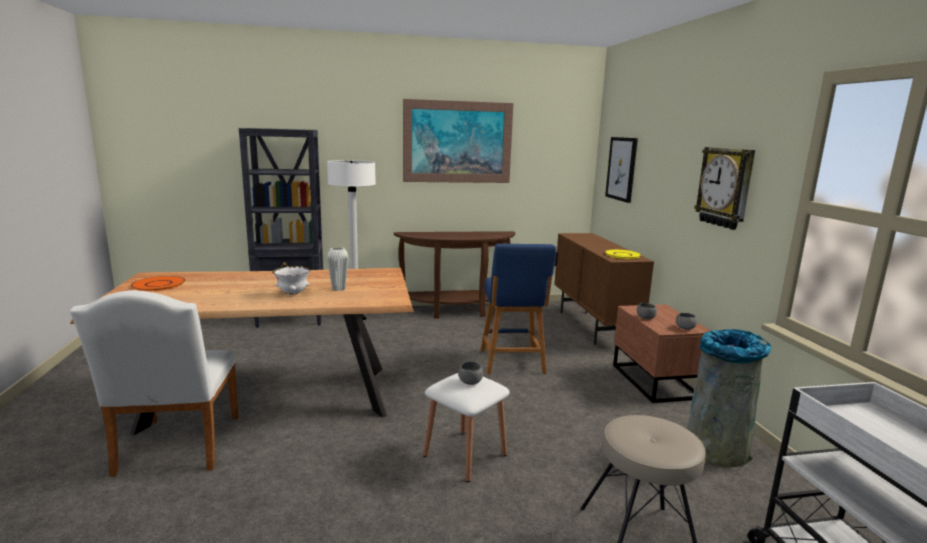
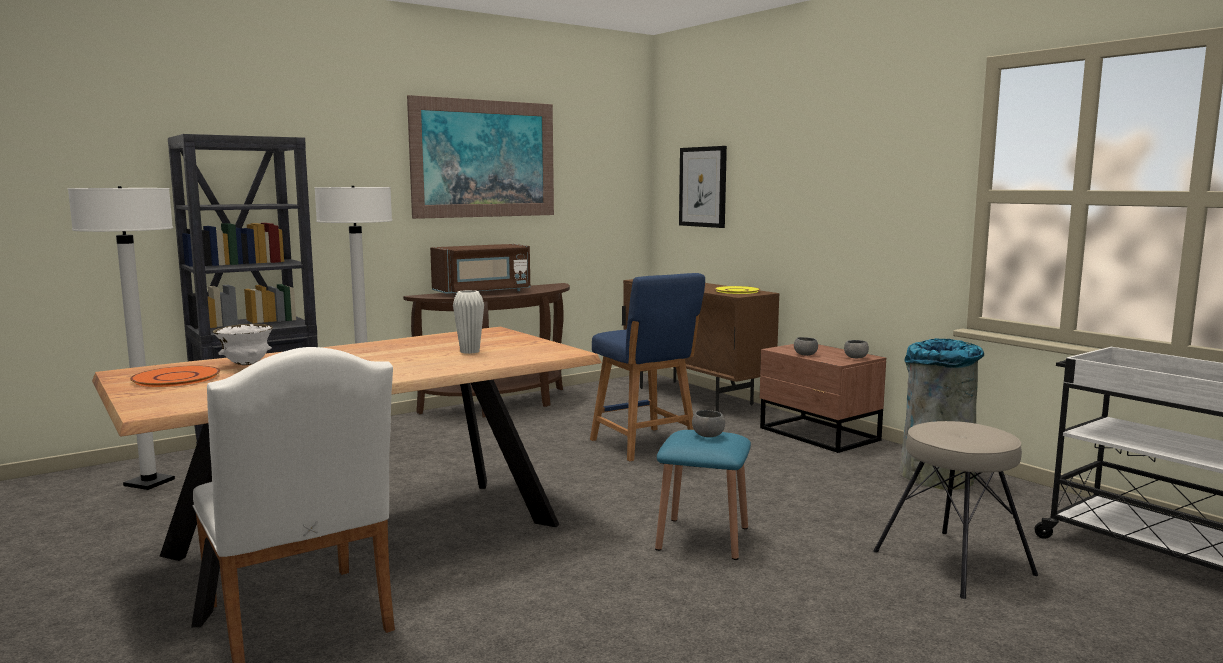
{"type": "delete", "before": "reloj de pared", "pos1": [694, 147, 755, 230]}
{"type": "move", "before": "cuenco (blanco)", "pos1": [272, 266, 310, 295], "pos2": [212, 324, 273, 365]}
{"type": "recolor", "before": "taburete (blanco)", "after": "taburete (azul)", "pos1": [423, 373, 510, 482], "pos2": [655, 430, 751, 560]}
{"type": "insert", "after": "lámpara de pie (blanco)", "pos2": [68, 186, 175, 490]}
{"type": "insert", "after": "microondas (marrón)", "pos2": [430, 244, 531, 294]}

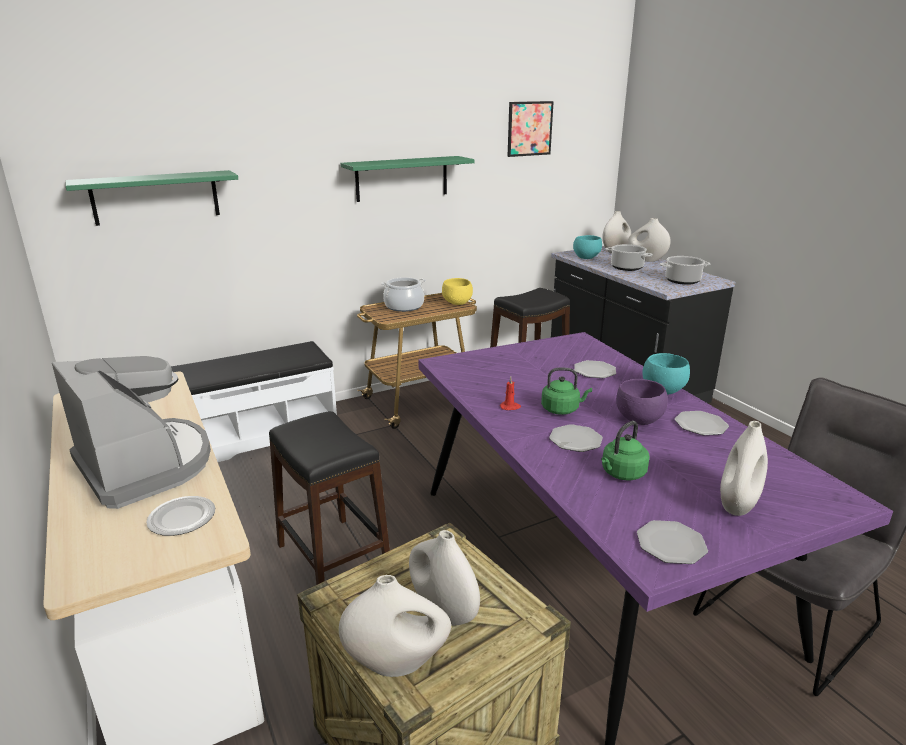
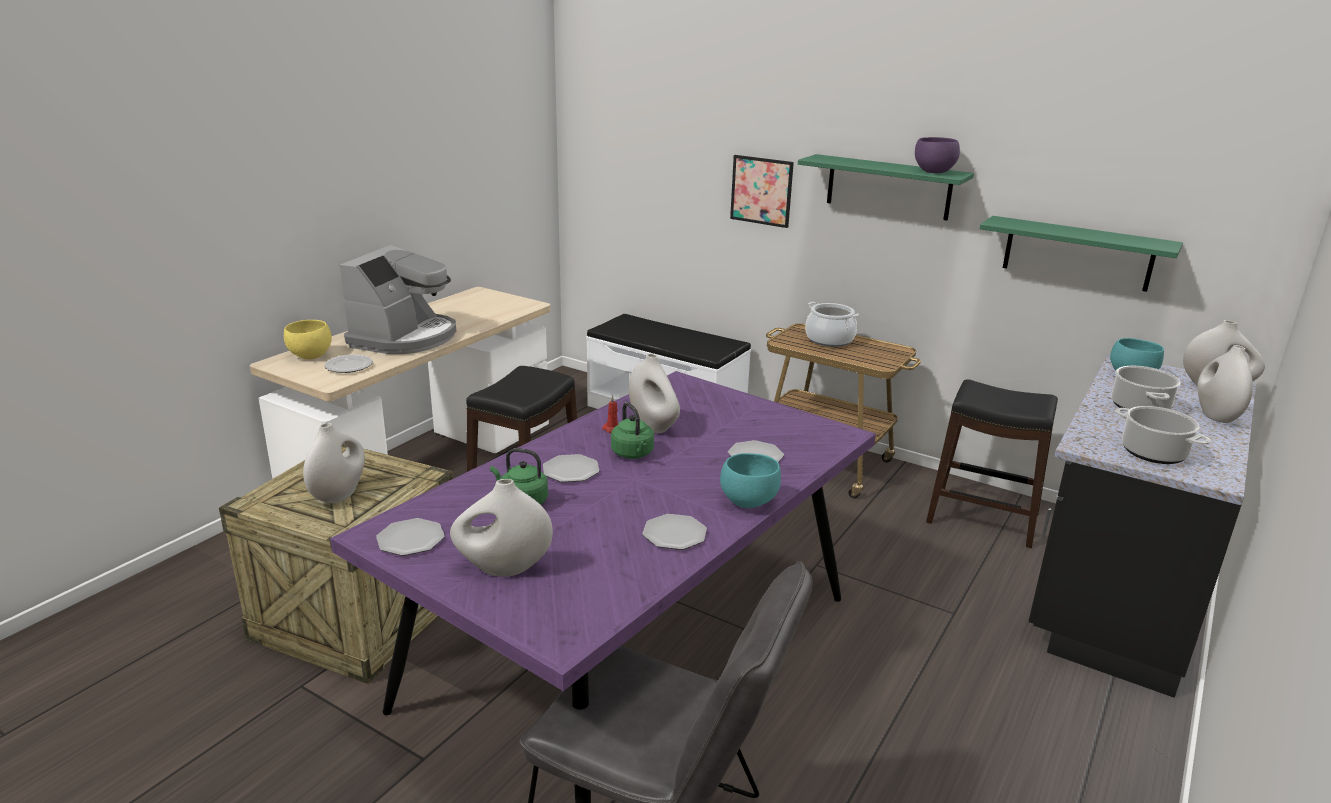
{"type": "move", "before": "cuadro", "pos1": [507, 101, 554, 157], "pos2": [730, 155, 794, 228]}
{"type": "move", "before": "estante (verde)", "pos1": [66, 170, 238, 226], "pos2": [980, 216, 1183, 292]}
{"type": "move", "before": "cuenco (amarillo)", "pos1": [442, 278, 473, 305], "pos2": [284, 320, 332, 359]}
{"type": "move", "before": "cuenco (morado)", "pos1": [616, 379, 668, 425], "pos2": [915, 137, 960, 173]}
{"type": "move", "before": "florero (blanco)", "pos1": [339, 575, 451, 677], "pos2": [629, 353, 680, 433]}

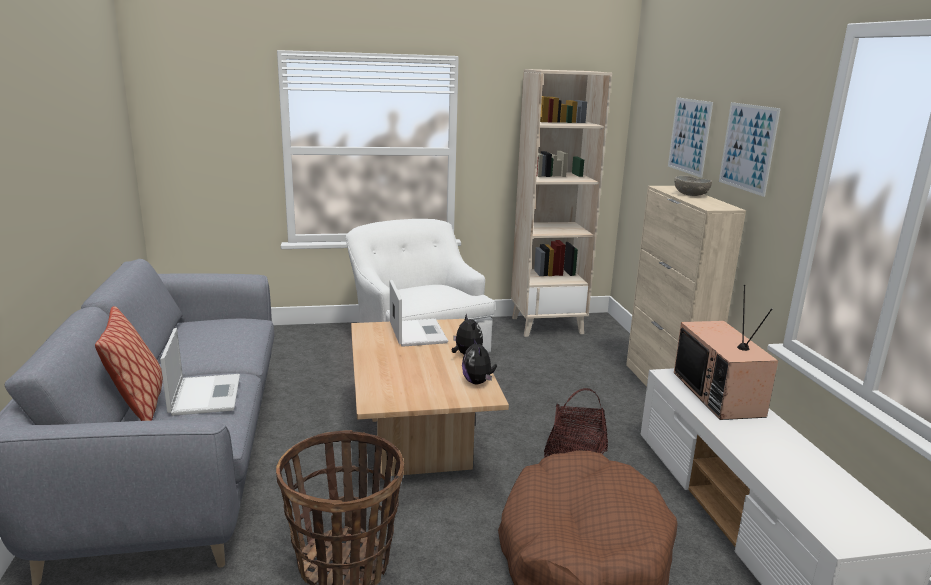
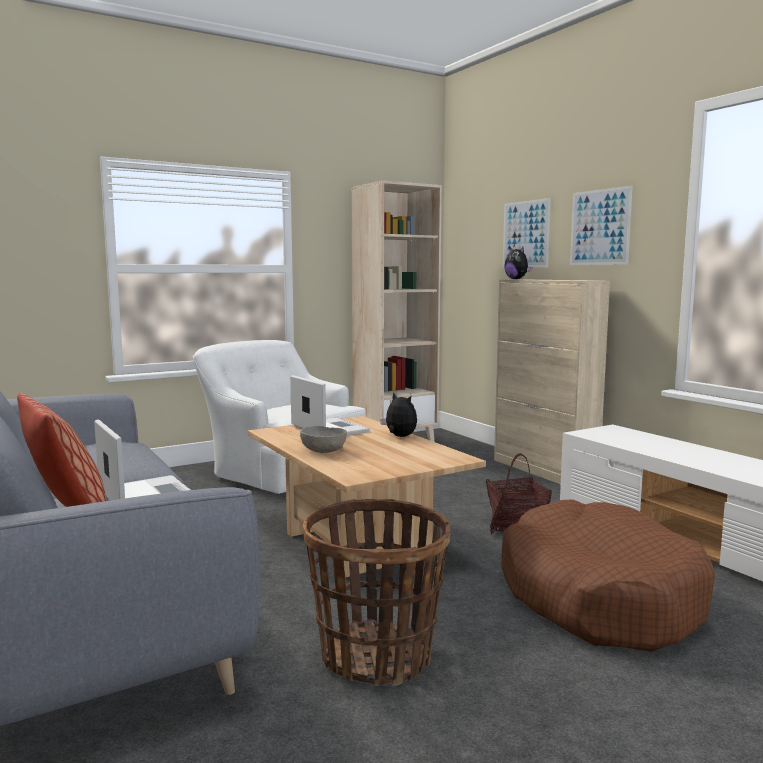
{"type": "move", "before": "cuenco (gris)", "pos1": [674, 176, 712, 196], "pos2": [300, 425, 347, 453]}
{"type": "delete", "before": "televisor", "pos1": [674, 285, 778, 420]}
{"type": "move", "before": "peluche", "pos1": [462, 337, 497, 384], "pos2": [504, 247, 532, 279]}

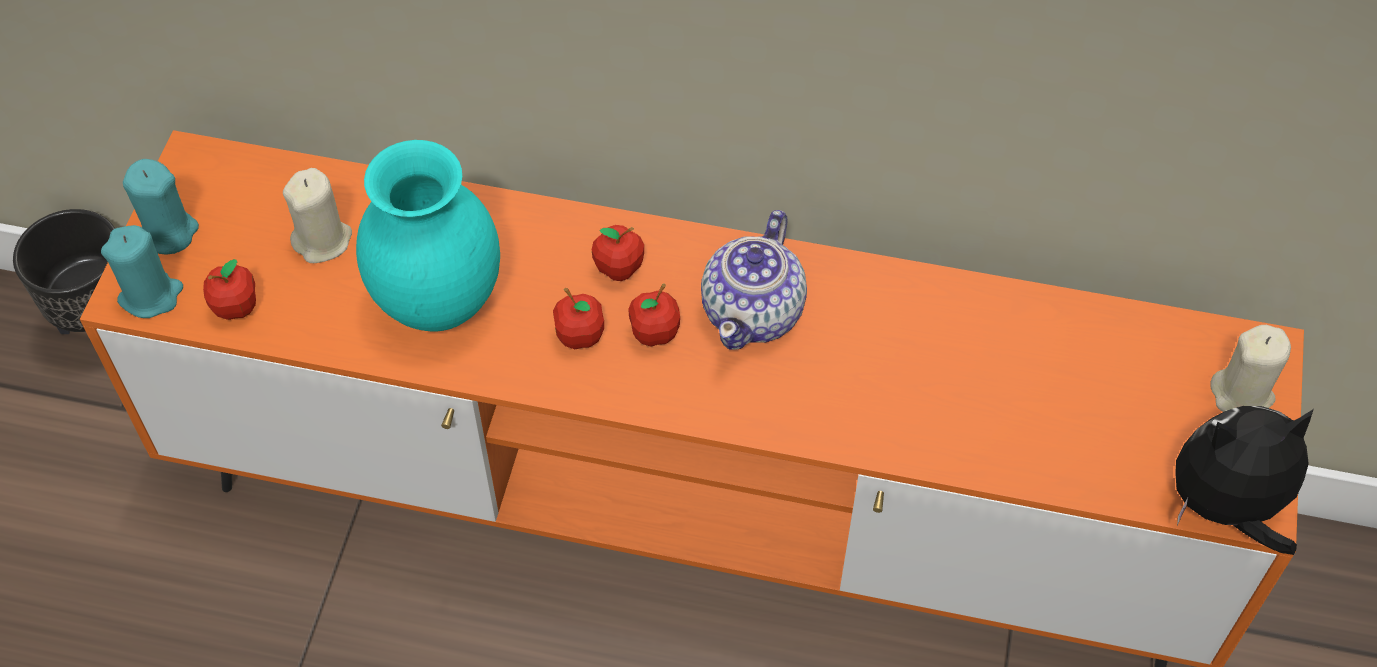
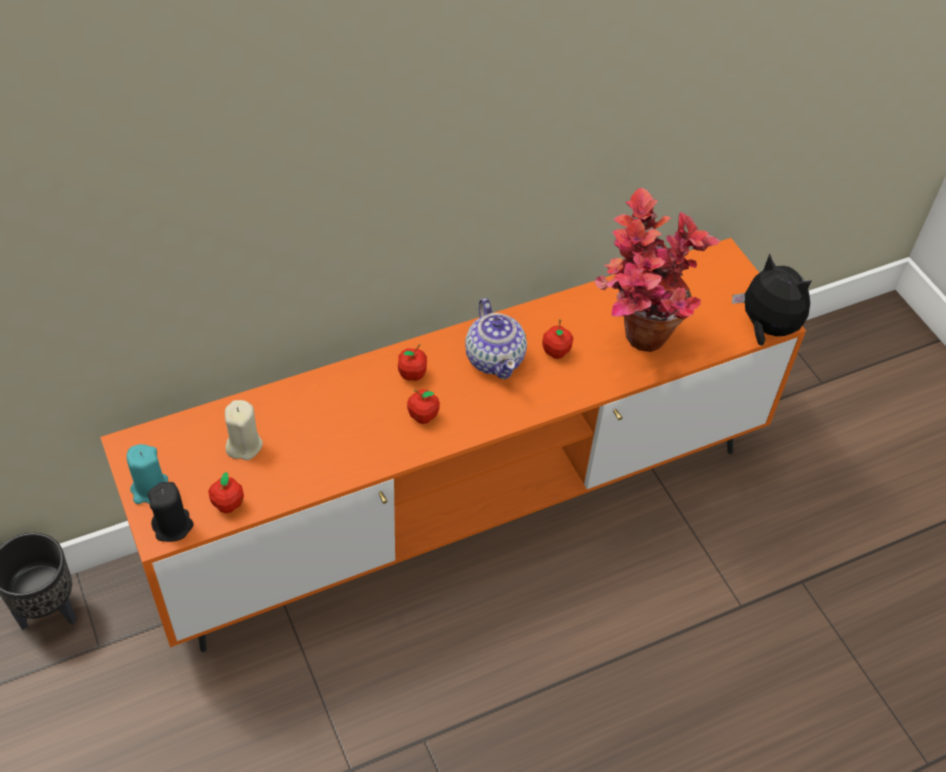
{"type": "delete", "before": "florero (turquesa)", "pos1": [356, 140, 500, 332]}
{"type": "recolor", "before": "vela (turquesa)", "after": "vela (negro)", "pos1": [101, 225, 183, 318], "pos2": [148, 482, 194, 542]}
{"type": "move", "before": "manzana", "pos1": [628, 284, 680, 347], "pos2": [542, 319, 573, 359]}
{"type": "delete", "before": "vela (beis)", "pos1": [1210, 325, 1291, 412]}
{"type": "rotate", "before": "peluche", "pos1": [1175, 406, 1313, 555], "pos2": [732, 254, 812, 346], "turn": 90}
{"type": "insert", "after": "planta en maceta", "pos2": [595, 188, 720, 352]}

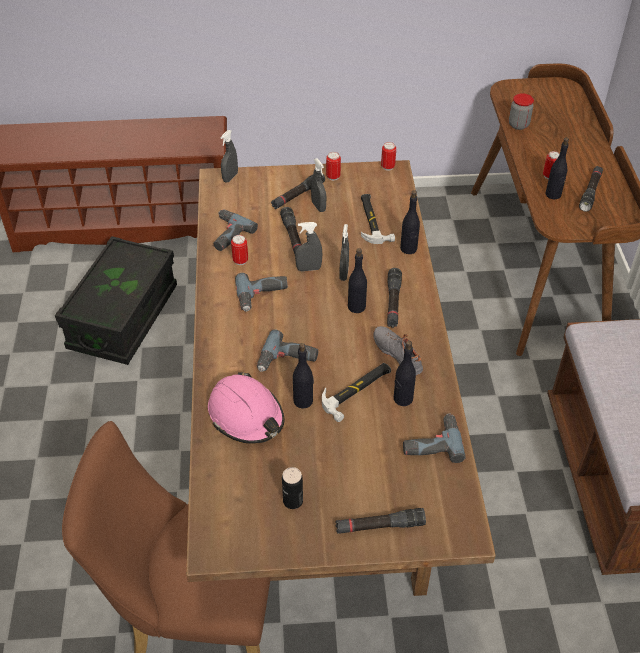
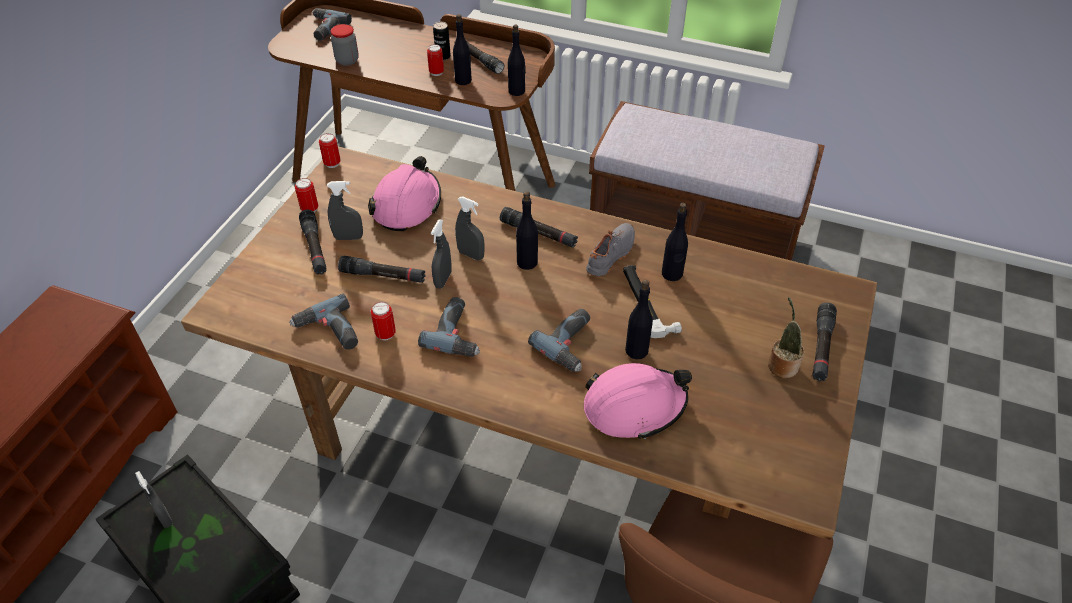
{"type": "move", "before": "pulverizador (gris)", "pos1": [221, 130, 238, 183], "pos2": [135, 471, 173, 528]}
{"type": "move", "before": "botella (negro)", "pos1": [400, 190, 420, 254], "pos2": [508, 24, 526, 96]}
{"type": "replace", "before": "martillo", "after": "casco (rosa)", "pos1": [361, 194, 395, 244], "pos2": [368, 156, 441, 231]}
{"type": "rotate", "before": "zapato (gris)", "pos1": [373, 326, 423, 376], "pos2": [586, 223, 635, 277], "turn": 135}
{"type": "move", "before": "taladro", "pos1": [403, 414, 466, 463], "pos2": [312, 8, 352, 41]}
{"type": "move", "before": "lata", "pos1": [282, 467, 303, 509], "pos2": [433, 22, 451, 60]}
{"type": "insert", "after": "planta en maceta", "pos2": [768, 297, 804, 378]}

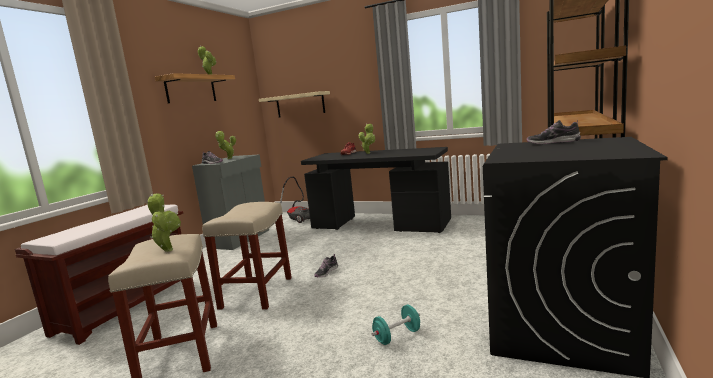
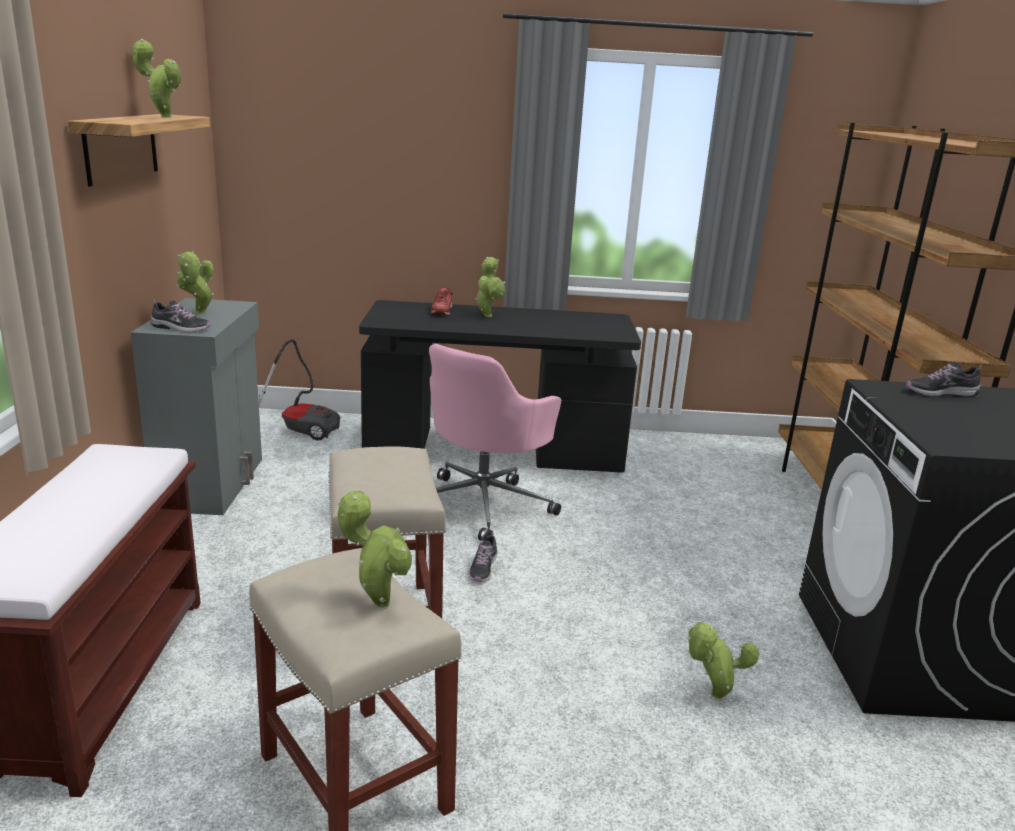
{"type": "delete", "before": "estante (beis)", "pos1": [259, 91, 330, 117]}
{"type": "replace", "before": "mancuerna (turquesa)", "after": "planta en maceta", "pos1": [371, 305, 420, 345], "pos2": [687, 621, 760, 699]}
{"type": "insert", "after": "silla de oficina (rosa)", "pos2": [429, 344, 561, 541]}

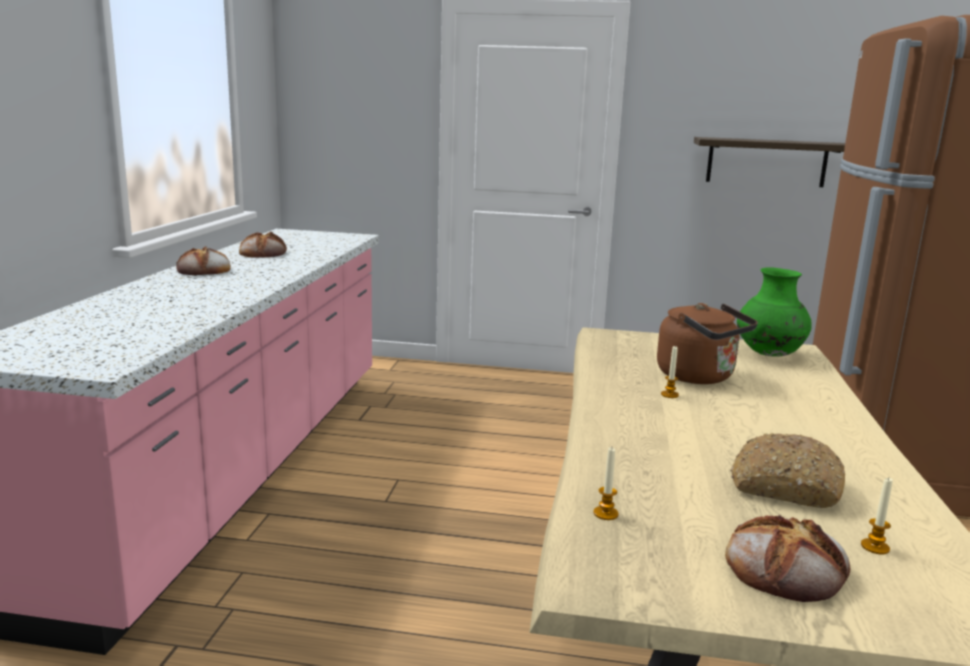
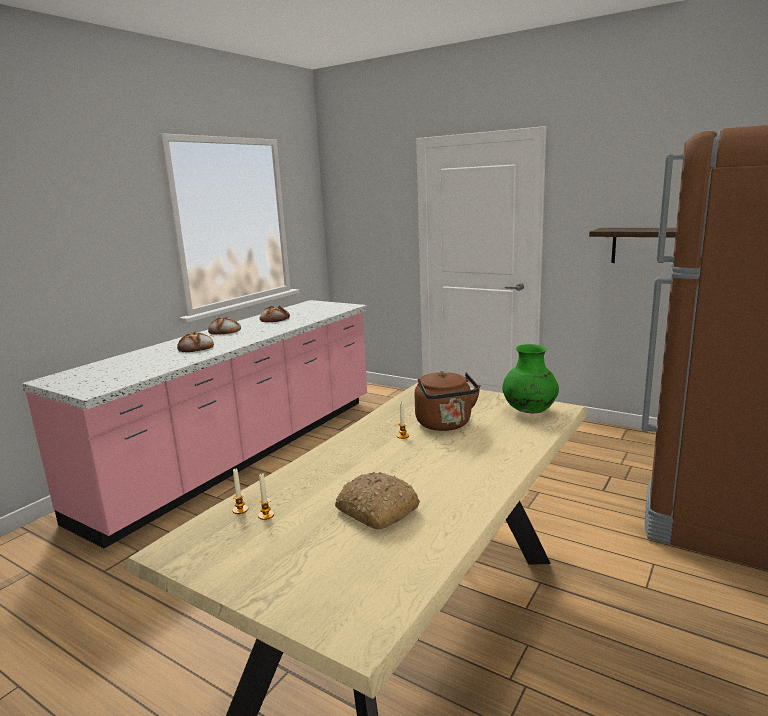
{"type": "move", "before": "vela", "pos1": [861, 478, 893, 554], "pos2": [258, 474, 274, 520]}
{"type": "move", "before": "pan", "pos1": [725, 515, 851, 602], "pos2": [177, 332, 214, 352]}

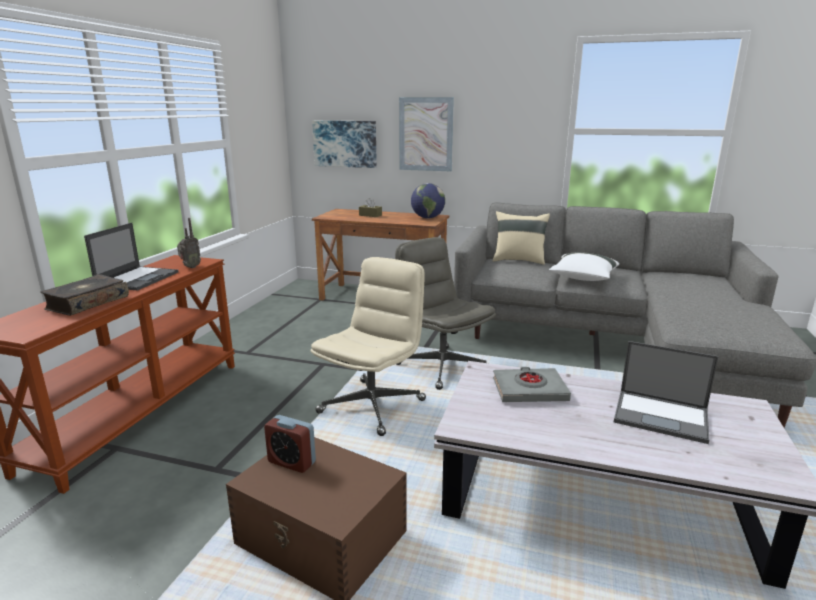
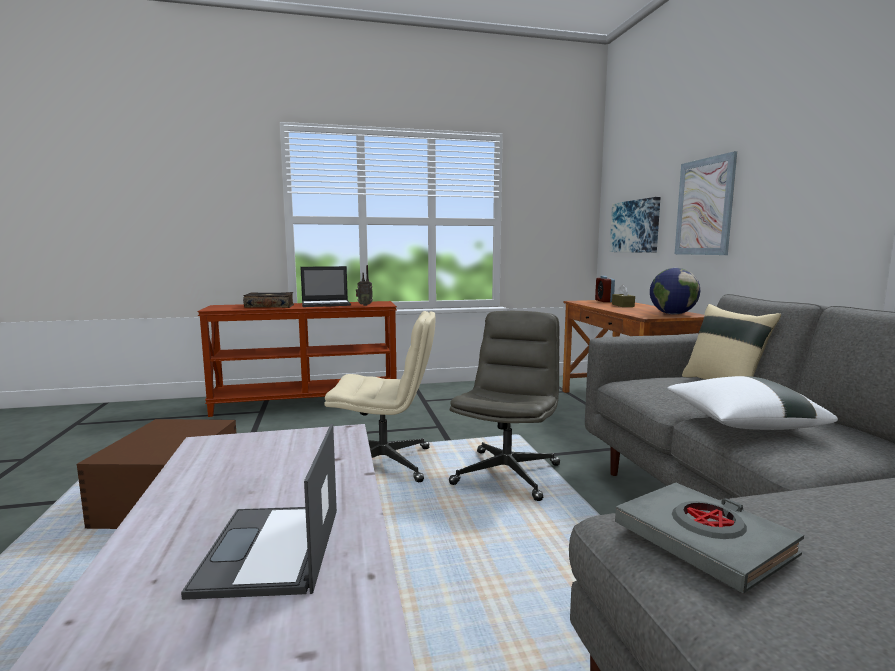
{"type": "move", "before": "libro (gris)", "pos1": [493, 367, 571, 402], "pos2": [615, 483, 804, 593]}
{"type": "move", "before": "despertador", "pos1": [264, 415, 316, 473], "pos2": [595, 276, 615, 302]}

